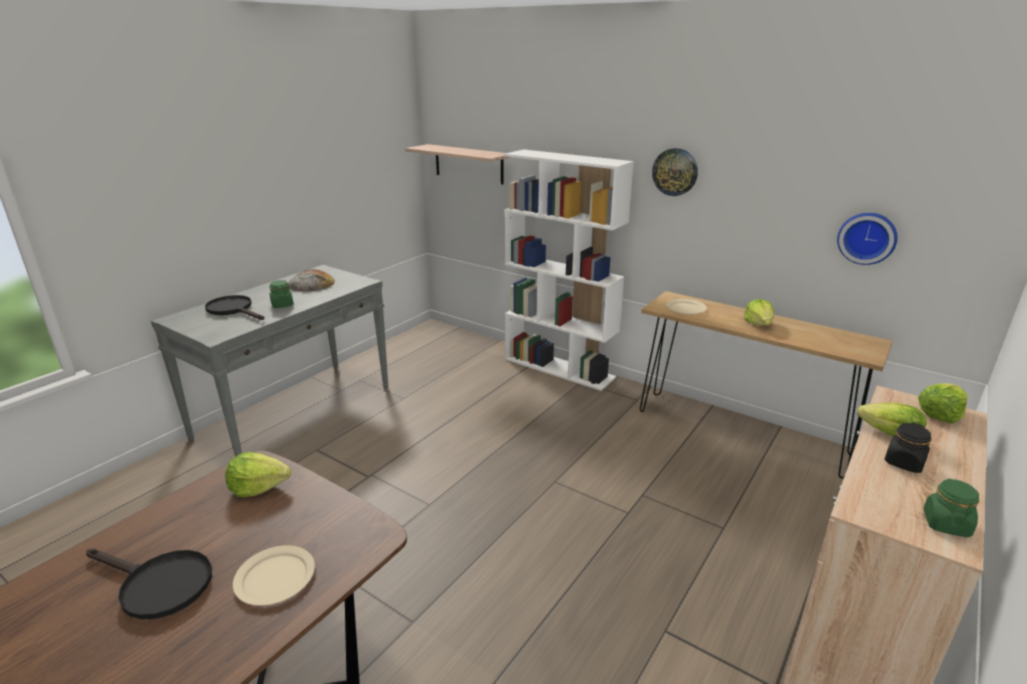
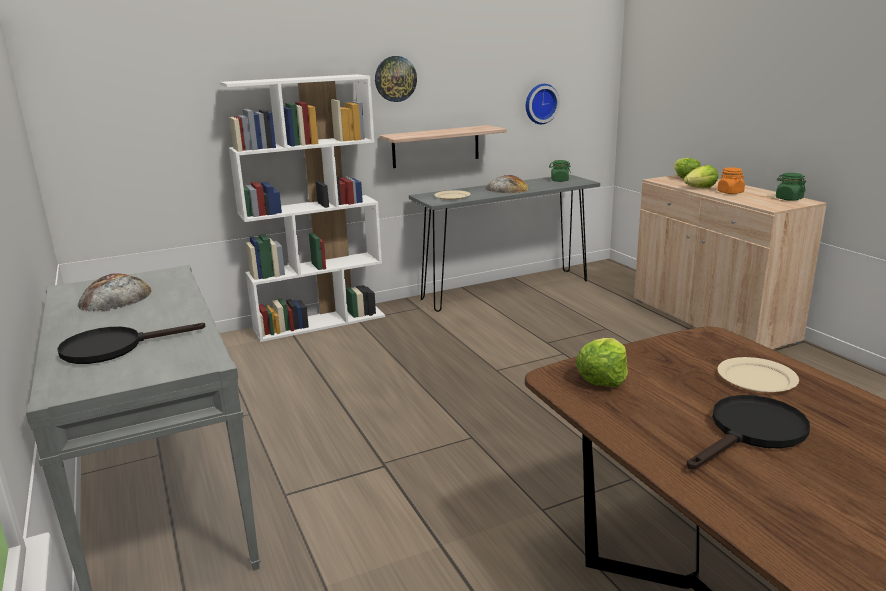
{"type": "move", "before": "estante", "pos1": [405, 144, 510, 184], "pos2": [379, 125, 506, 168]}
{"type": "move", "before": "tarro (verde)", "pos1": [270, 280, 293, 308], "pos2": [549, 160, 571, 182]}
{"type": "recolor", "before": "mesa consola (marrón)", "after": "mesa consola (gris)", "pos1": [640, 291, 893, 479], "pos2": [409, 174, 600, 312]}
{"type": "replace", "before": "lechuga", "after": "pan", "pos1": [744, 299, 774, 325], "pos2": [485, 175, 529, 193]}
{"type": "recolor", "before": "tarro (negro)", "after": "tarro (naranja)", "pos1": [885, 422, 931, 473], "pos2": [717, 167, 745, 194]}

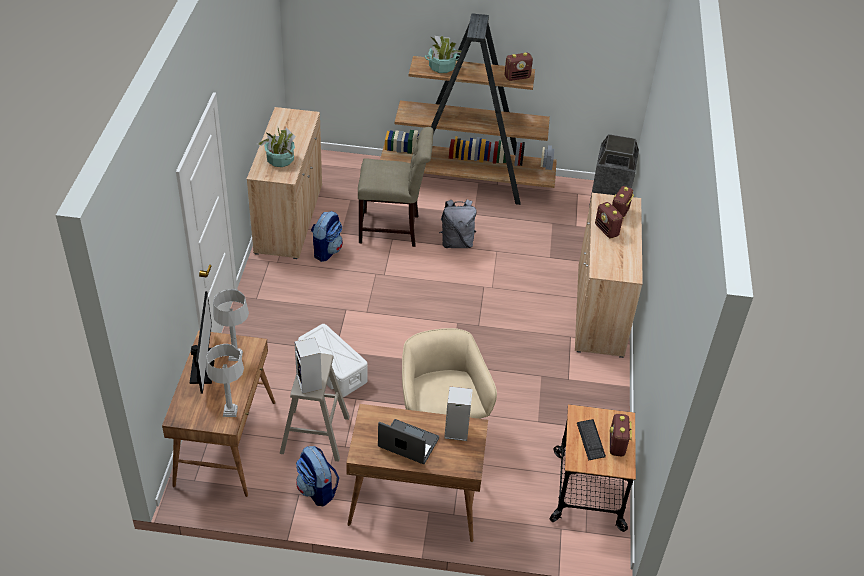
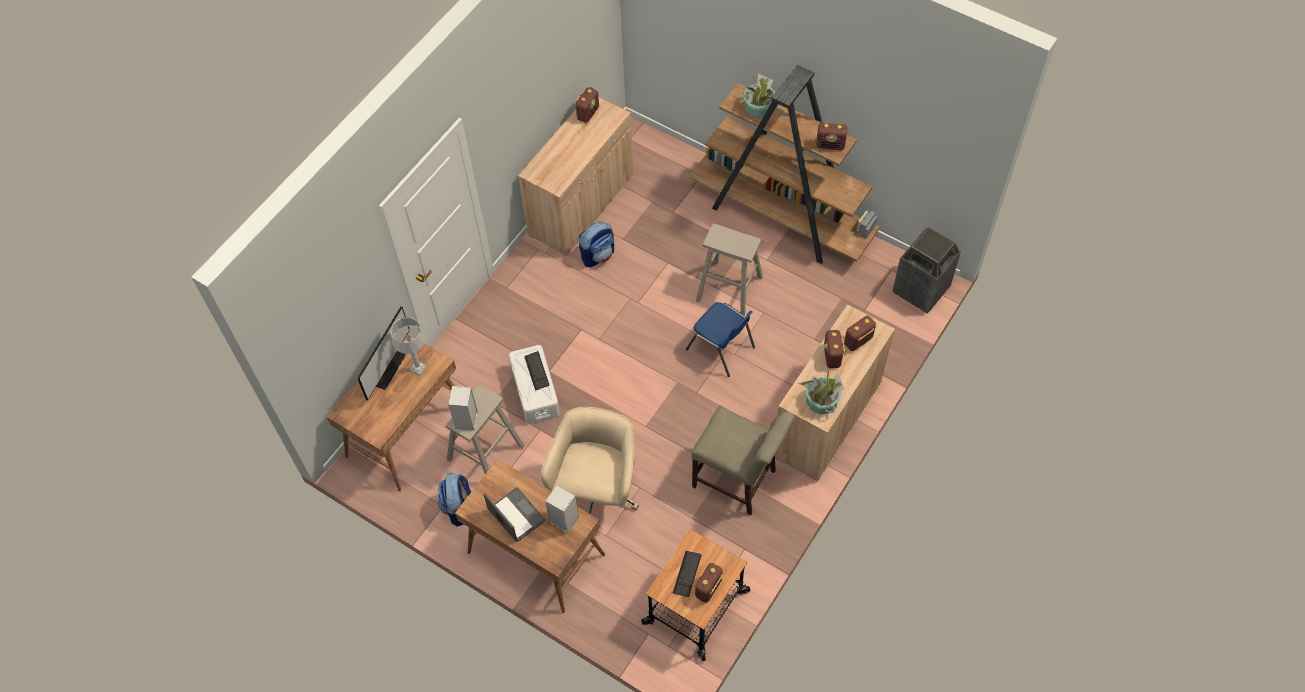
{"type": "move", "before": "silla (beis)", "pos1": [358, 127, 434, 247], "pos2": [691, 406, 795, 515]}
{"type": "move", "before": "planta en maceta", "pos1": [257, 128, 296, 167], "pos2": [797, 370, 844, 414]}
{"type": "replace", "before": "mochila (gris)", "after": "taburete (beis)", "pos1": [439, 199, 477, 248], "pos2": [696, 223, 763, 316]}
{"type": "delete", "before": "lámpara de mesa (gris)", "pos1": [206, 344, 244, 417]}
{"type": "insert", "after": "radio", "pos2": [576, 87, 599, 123]}
{"type": "insert", "after": "silla (azul)", "pos2": [686, 302, 755, 377]}
{"type": "insert", "after": "teclado", "pos2": [524, 351, 549, 391]}

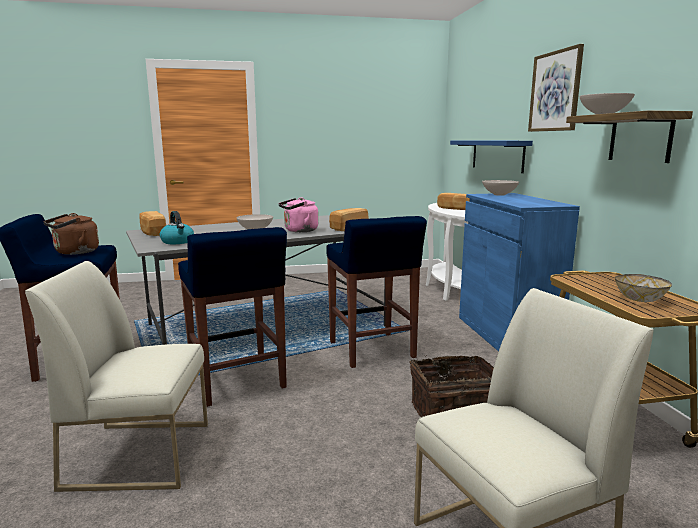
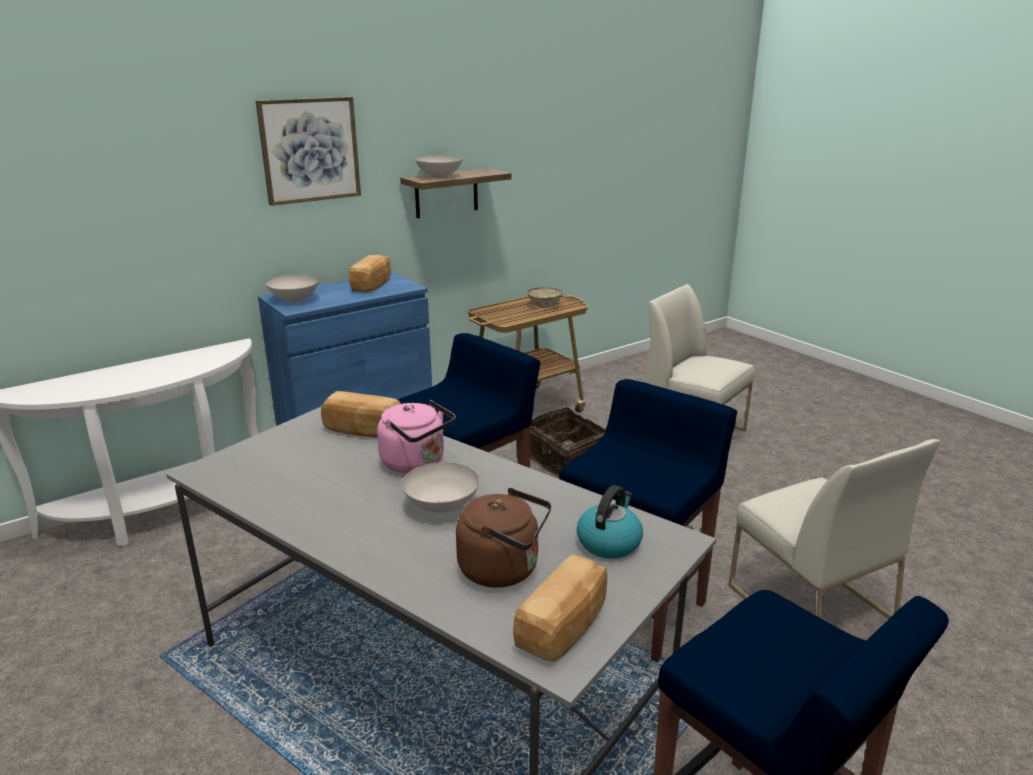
{"type": "delete", "before": "estante (azul)", "pos1": [450, 141, 533, 173]}
{"type": "move", "before": "pan", "pos1": [437, 193, 470, 210], "pos2": [349, 255, 391, 292]}
{"type": "move", "before": "hervidor (marrón)", "pos1": [43, 213, 99, 255], "pos2": [456, 488, 551, 588]}

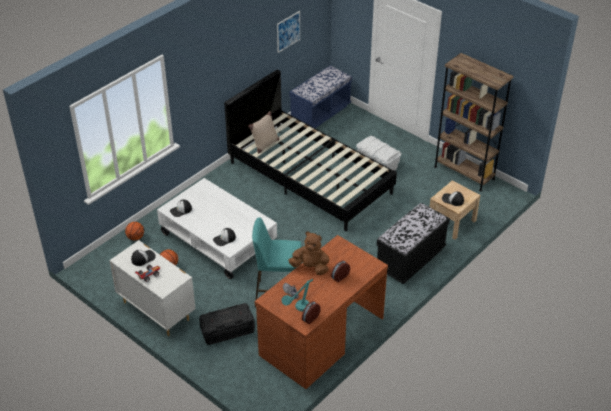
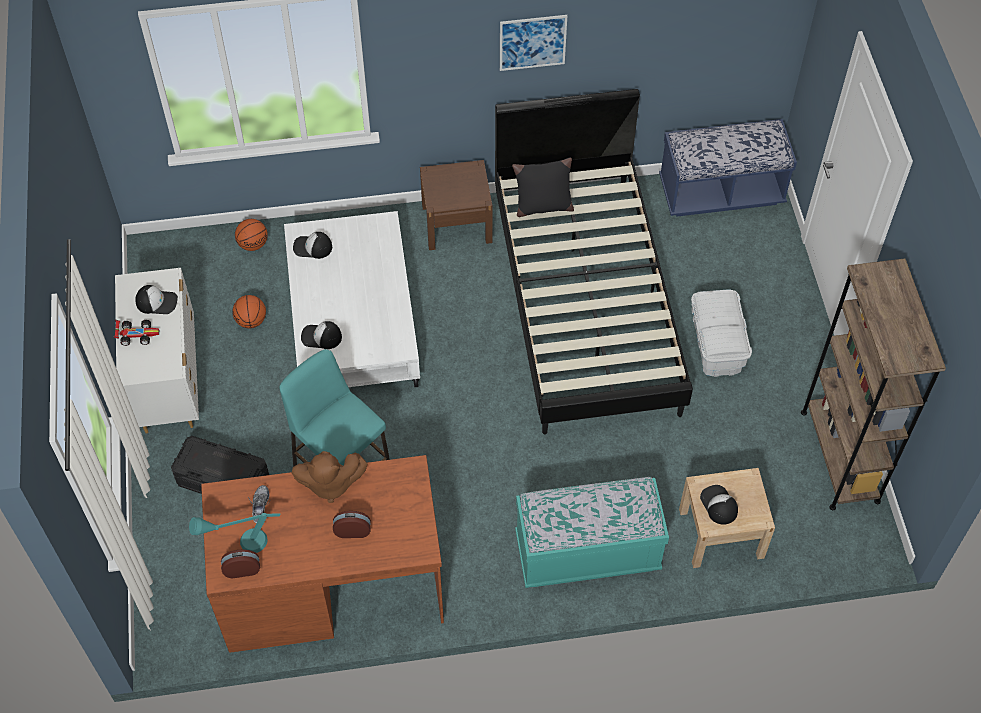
{"type": "move", "before": "cuadro", "pos1": [277, 11, 300, 53], "pos2": [500, 15, 567, 71]}
{"type": "recolor", "before": "cojín (beis)", "after": "cojín (negro)", "pos1": [248, 111, 280, 154], "pos2": [512, 157, 574, 217]}
{"type": "recolor", "before": "banco (negro)", "after": "banco (turquesa)", "pos1": [377, 203, 450, 284], "pos2": [515, 477, 669, 588]}
{"type": "rotate", "before": "peluche (marrón)", "pos1": [288, 231, 330, 275], "pos2": [292, 451, 367, 503], "turn": 120}
{"type": "insert", "after": "mesita de noche (marrón)", "pos2": [420, 160, 492, 250]}

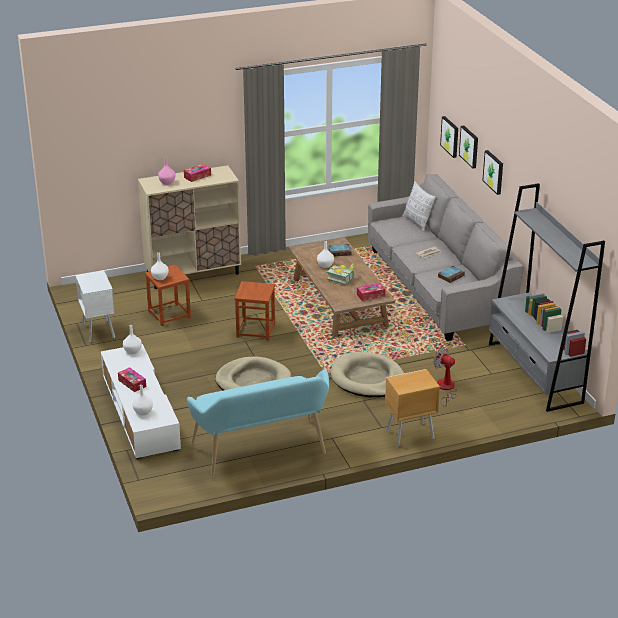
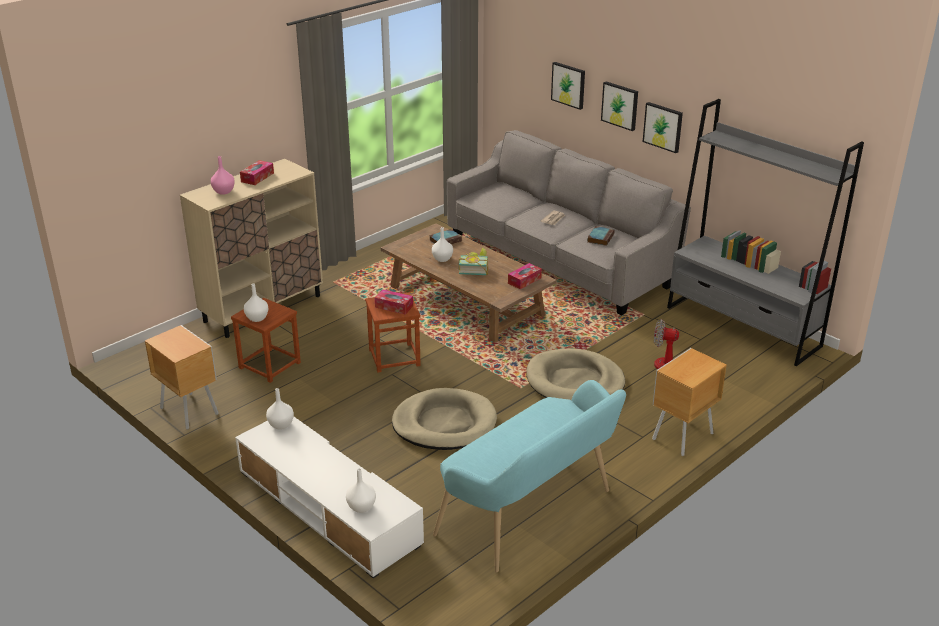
{"type": "move", "before": "cuadro", "pos1": [440, 116, 458, 158], "pos2": [643, 102, 683, 153]}
{"type": "delete", "before": "cojín", "pos1": [402, 181, 436, 232]}
{"type": "recolor", "before": "mesita de noche (blanco)", "after": "mesita de noche (marrón)", "pos1": [75, 270, 115, 343], "pos2": [145, 325, 219, 430]}
{"type": "move", "before": "caja de pañuelos", "pos1": [118, 367, 146, 392], "pos2": [375, 290, 413, 314]}

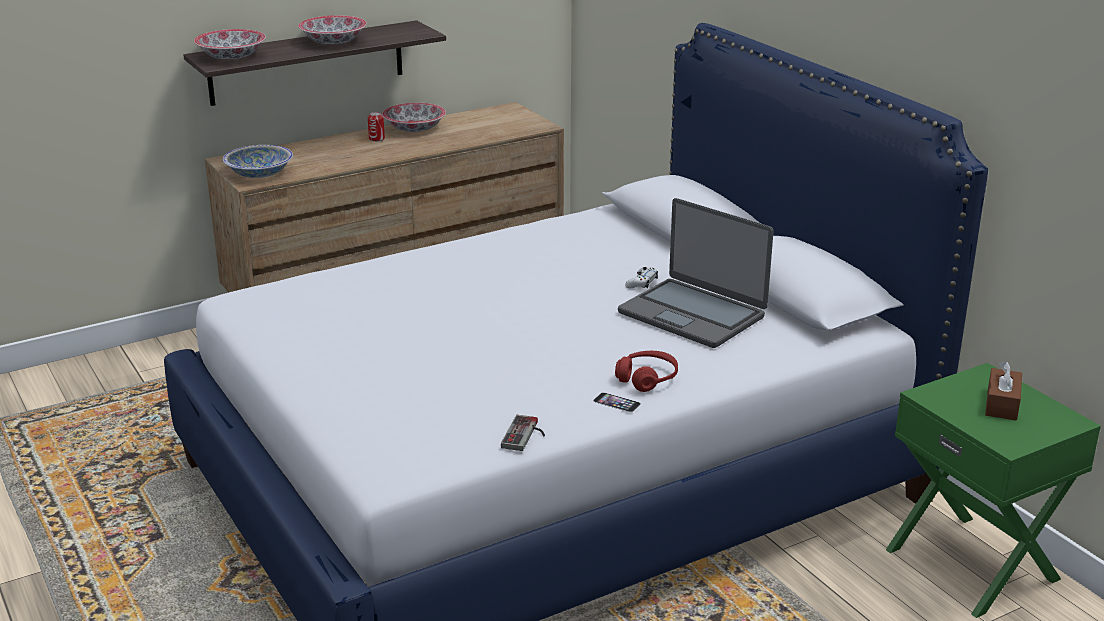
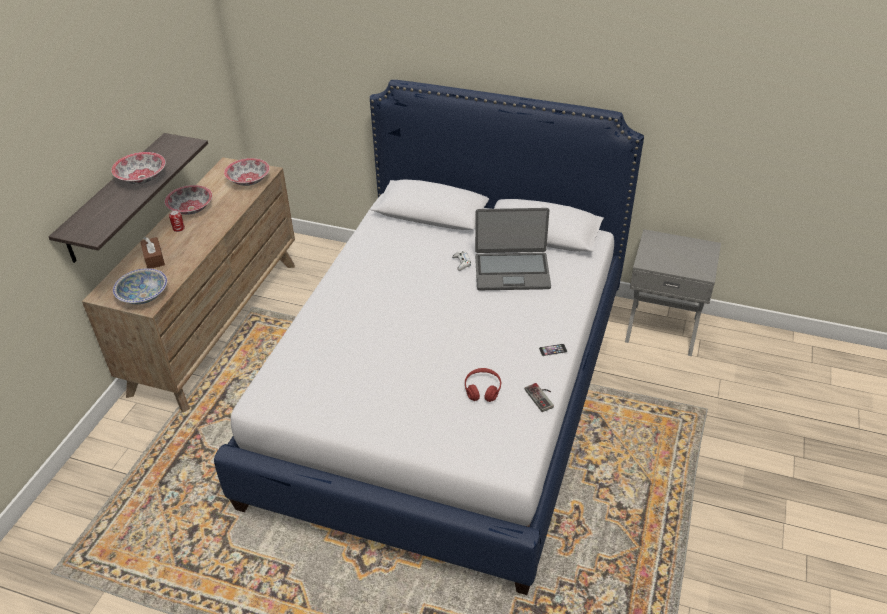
{"type": "move", "before": "cuenco", "pos1": [194, 29, 266, 59], "pos2": [224, 158, 270, 186]}
{"type": "move", "before": "auriculares (rojo)", "pos1": [615, 351, 678, 392], "pos2": [465, 368, 501, 402]}
{"type": "move", "before": "caja de pañuelos (marrón)", "pos1": [985, 361, 1022, 420], "pos2": [140, 237, 165, 269]}
{"type": "recolor", "before": "mesita de noche (verde)", "after": "mesita de noche (gris)", "pos1": [886, 363, 1101, 618], "pos2": [625, 229, 721, 356]}

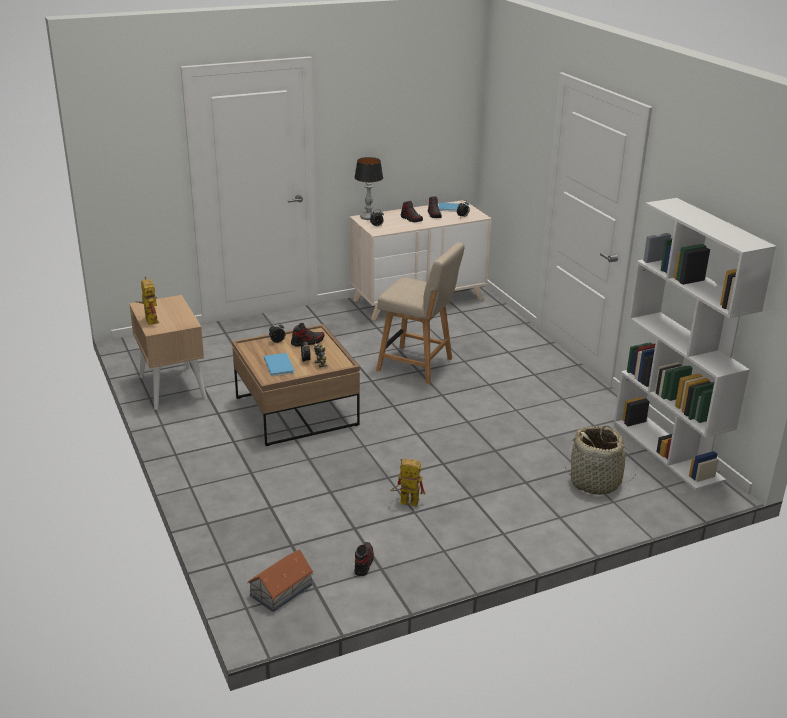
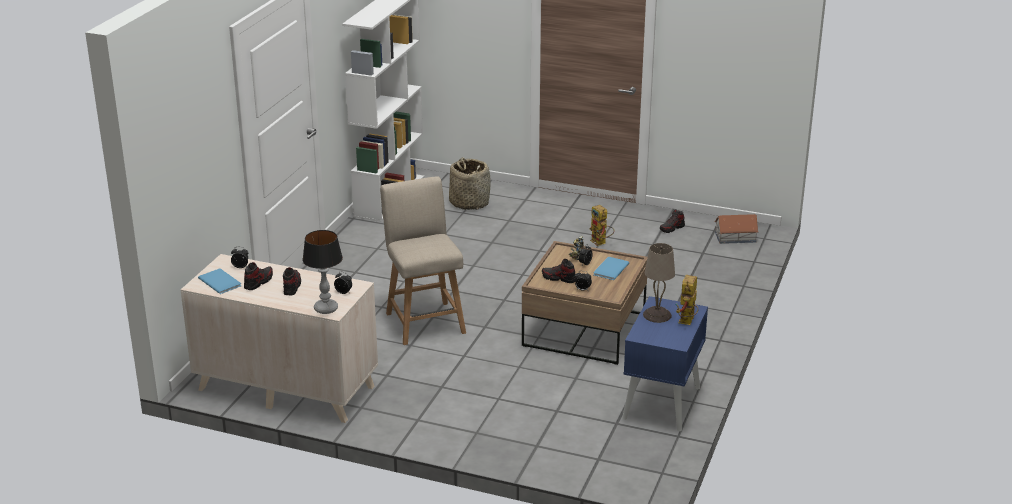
{"type": "recolor", "before": "mesita de noche (beis)", "after": "mesita de noche (azul)", "pos1": [129, 295, 207, 410], "pos2": [622, 296, 708, 431]}
{"type": "insert", "after": "lámpara de mesa (beis)", "pos2": [643, 243, 675, 323]}

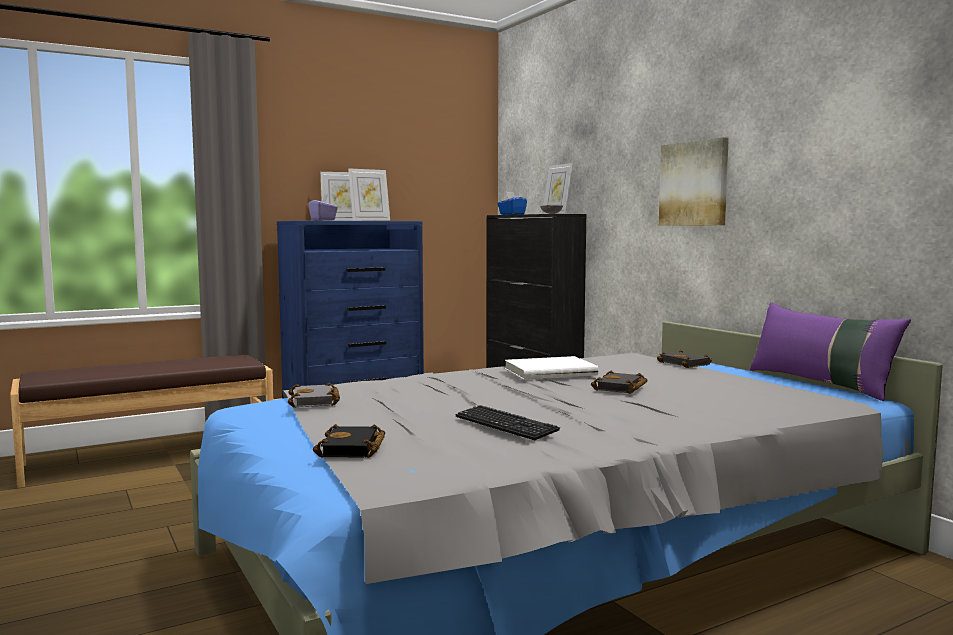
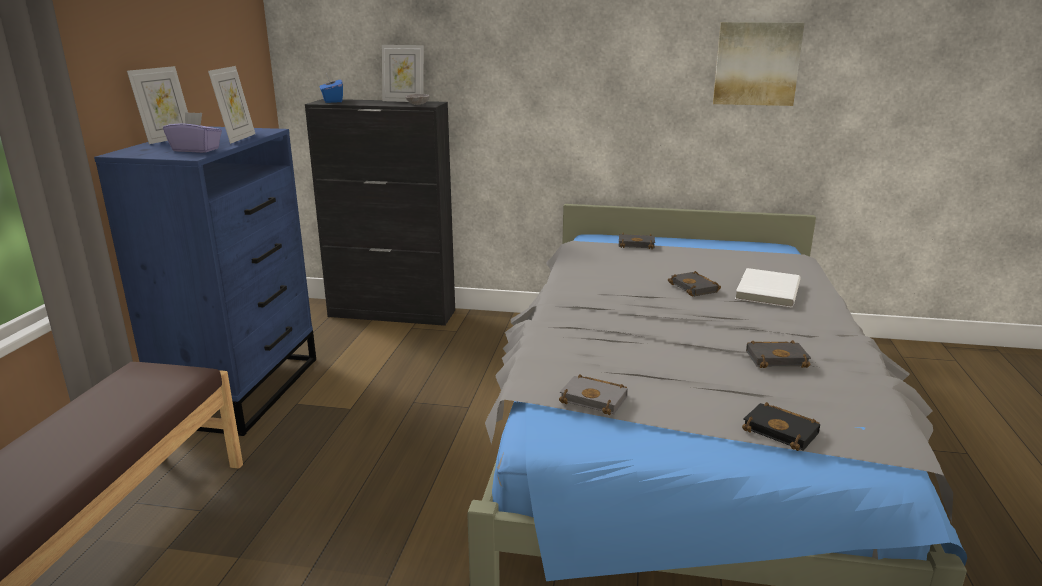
{"type": "move", "before": "cuadro", "pos1": [659, 137, 729, 225], "pos2": [713, 22, 804, 106]}
{"type": "delete", "before": "cojín (morado)", "pos1": [750, 302, 911, 401]}
{"type": "move", "before": "libro (blanco)", "pos1": [505, 356, 598, 380], "pos2": [735, 268, 800, 308]}
{"type": "replace", "before": "teclado", "after": "libro (negro)", "pos1": [456, 405, 560, 440], "pos2": [746, 340, 811, 368]}

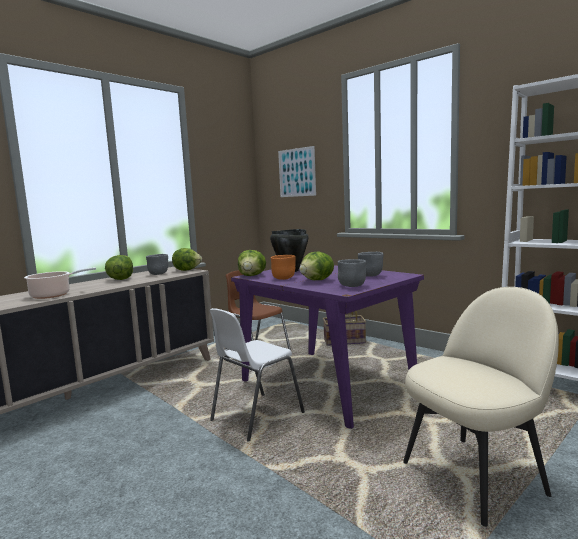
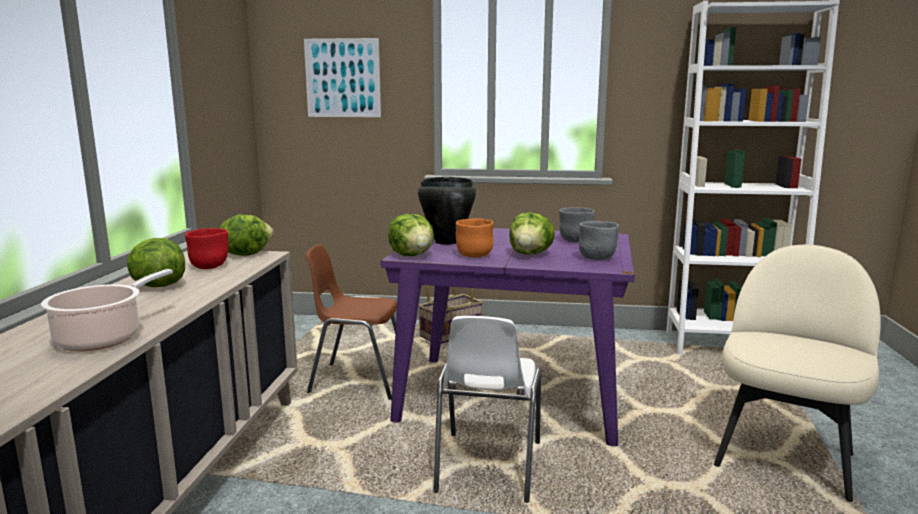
{"type": "recolor", "before": "cuenco (gris)", "after": "cuenco (rojo)", "pos1": [146, 254, 168, 275], "pos2": [185, 228, 228, 269]}

